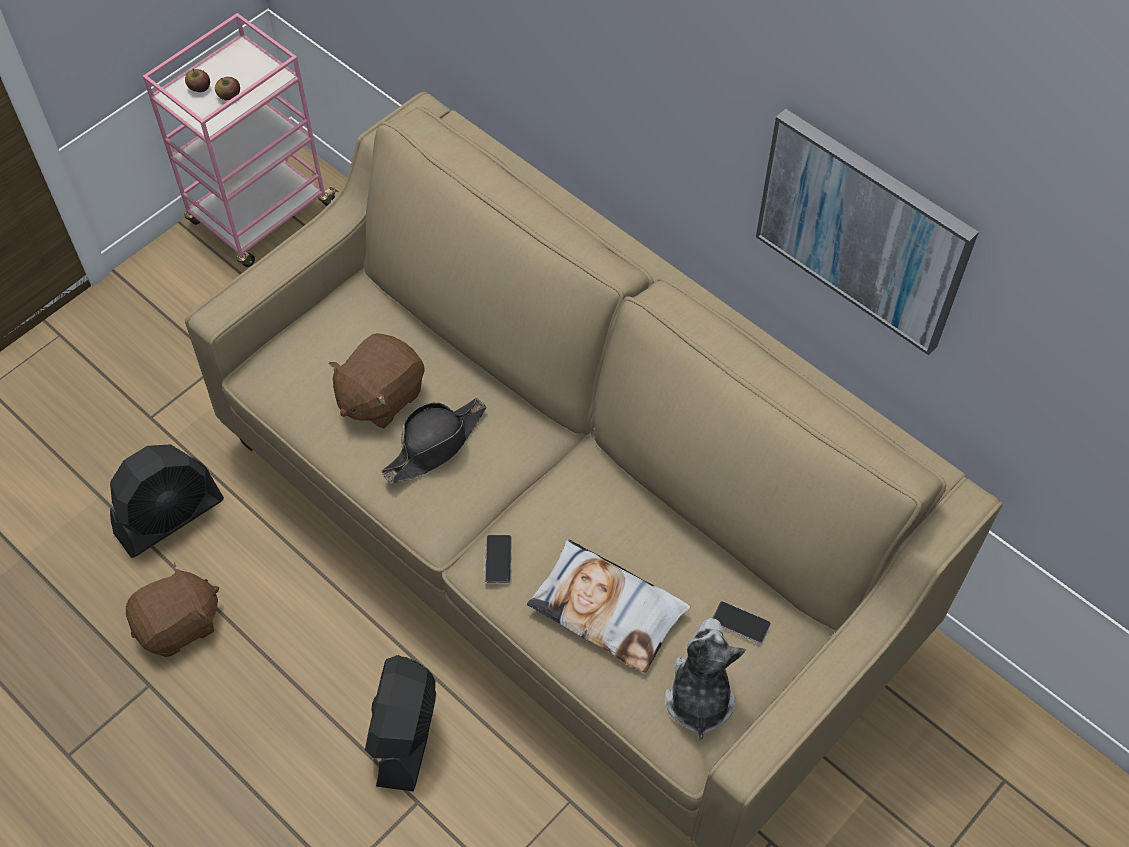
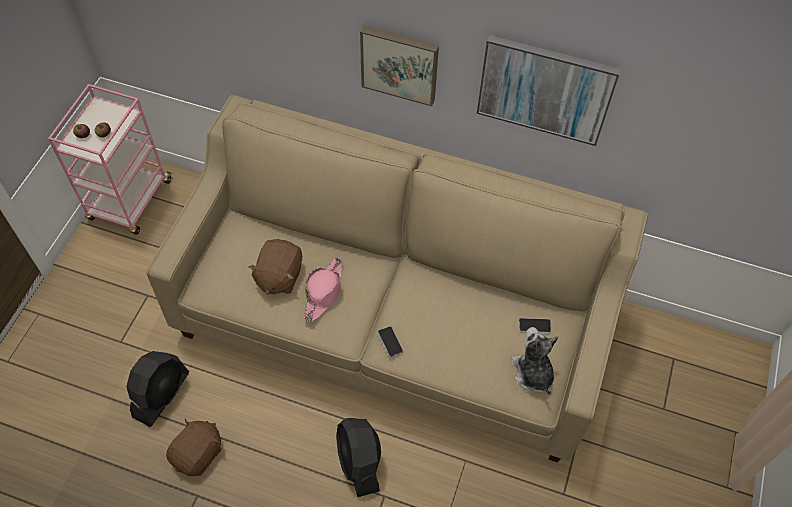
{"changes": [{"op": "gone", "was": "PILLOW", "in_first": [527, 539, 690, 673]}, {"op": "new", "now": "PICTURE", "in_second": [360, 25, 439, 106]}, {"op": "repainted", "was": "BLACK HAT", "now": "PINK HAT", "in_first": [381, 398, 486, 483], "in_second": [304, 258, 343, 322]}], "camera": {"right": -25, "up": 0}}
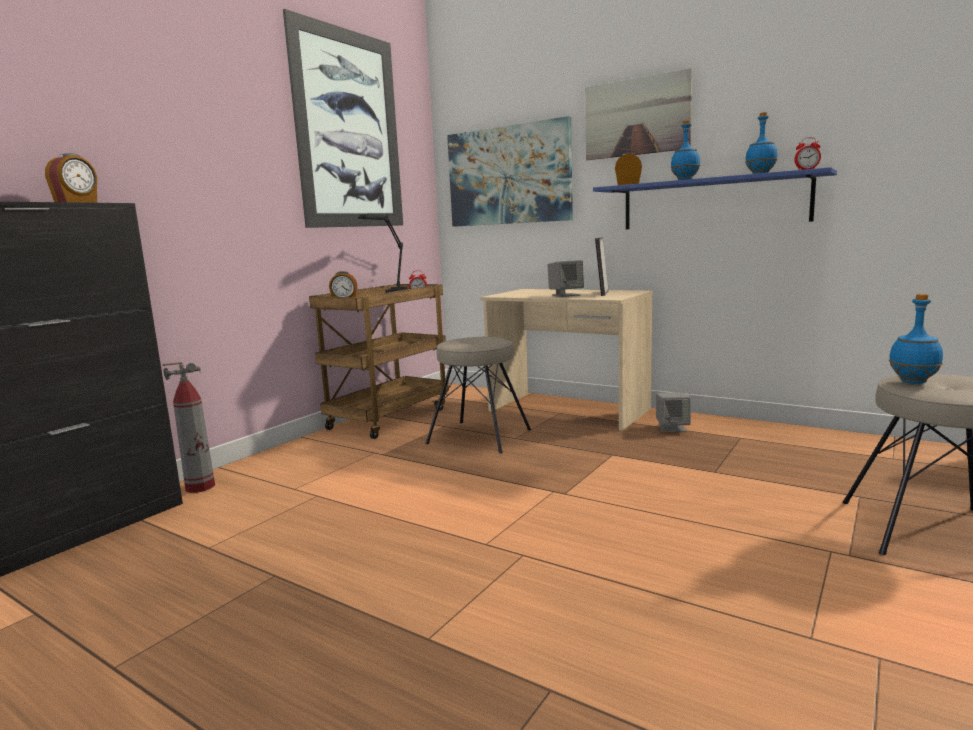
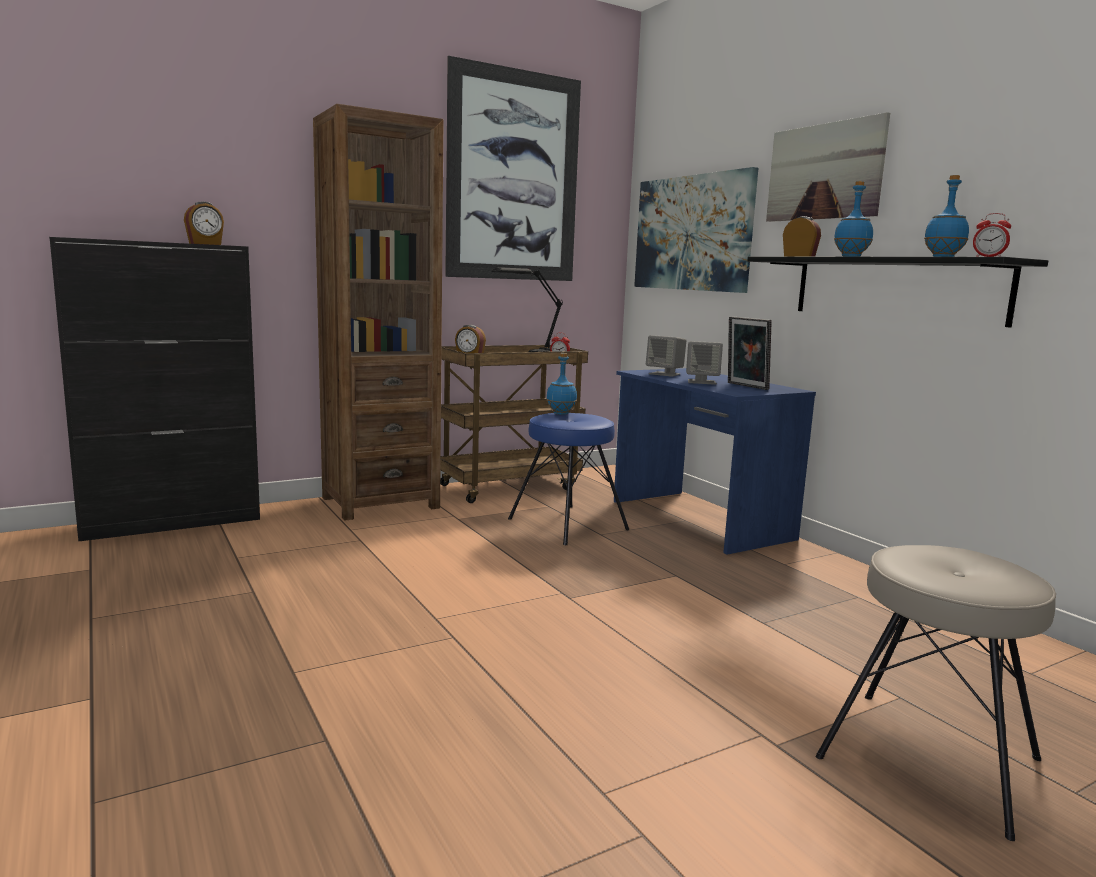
{"changes": [{"op": "gone", "was": "FIRE EXTINGUISHER", "in_first": [163, 362, 215, 493]}, {"op": "new", "now": "BROWN BOOKCASE", "in_second": [313, 104, 443, 521]}, {"op": "shifted", "was": "GREY SPEAKER", "in_first": [656, 392, 691, 432], "in_second": [646, 335, 687, 377]}, {"op": "shifted", "was": "BLUE BOTTLE", "in_first": [889, 294, 943, 384], "in_second": [546, 353, 577, 415]}, {"op": "repainted", "was": "BEIGE STOOL", "now": "BLUE STOOL", "in_first": [425, 337, 531, 453], "in_second": [508, 413, 629, 545]}, {"op": "repainted", "was": "BEIGE DESK", "now": "BLUE DESK", "in_first": [480, 289, 653, 431], "in_second": [614, 368, 816, 555]}, {"op": "repainted", "was": "BLUE SHELF", "now": "BLACK SHELF", "in_first": [593, 167, 837, 229], "in_second": [748, 257, 1048, 327]}, {"op": "rotated", "was": "PICTURE FRAME", "in_first": [595, 237, 609, 296], "in_second": [728, 316, 772, 390], "clockwise": -75}], "camera": {"right": 25, "up": 0}}
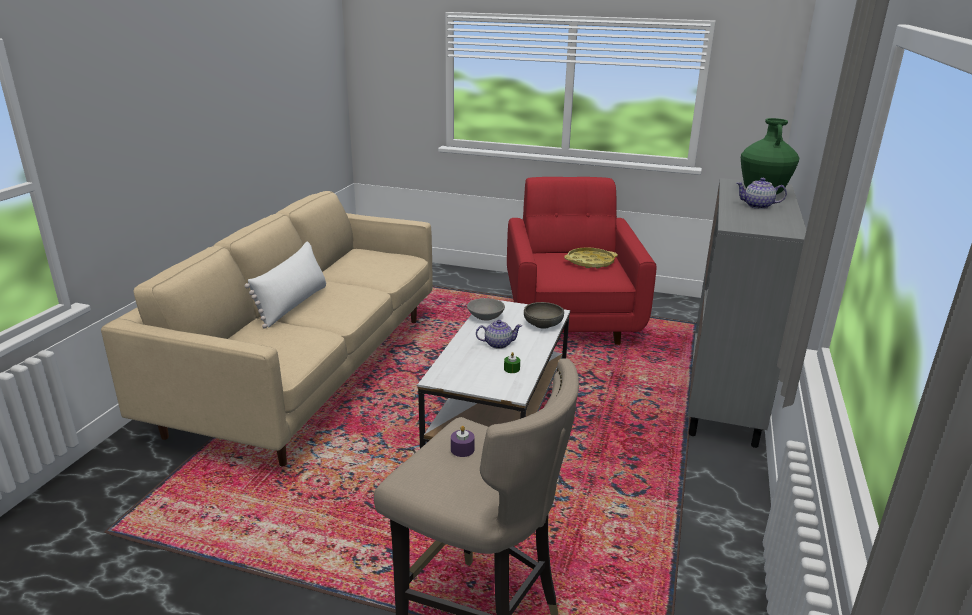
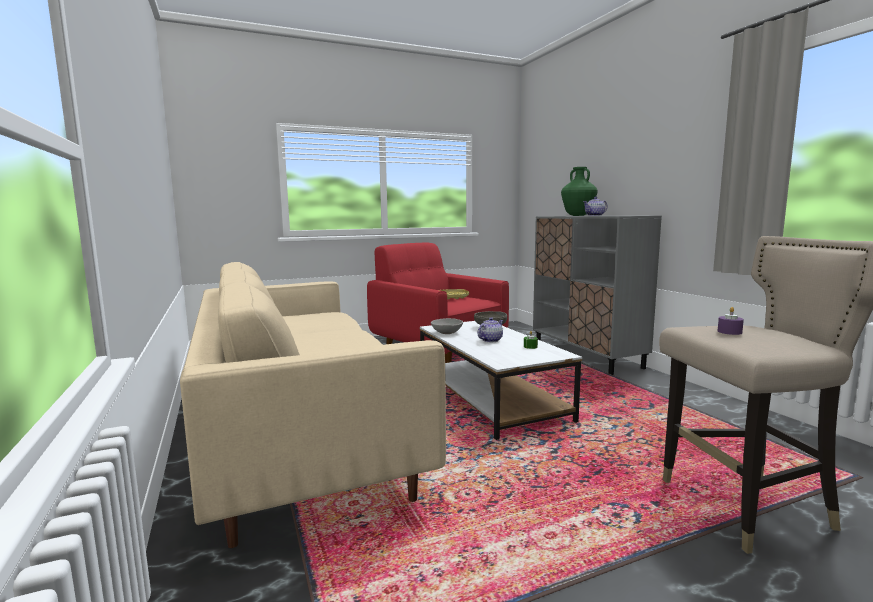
{"changes": [{"op": "gone", "was": "WHITE PILLOW", "in_first": [245, 241, 326, 329]}], "camera": {"right": -40, "up": -15}}
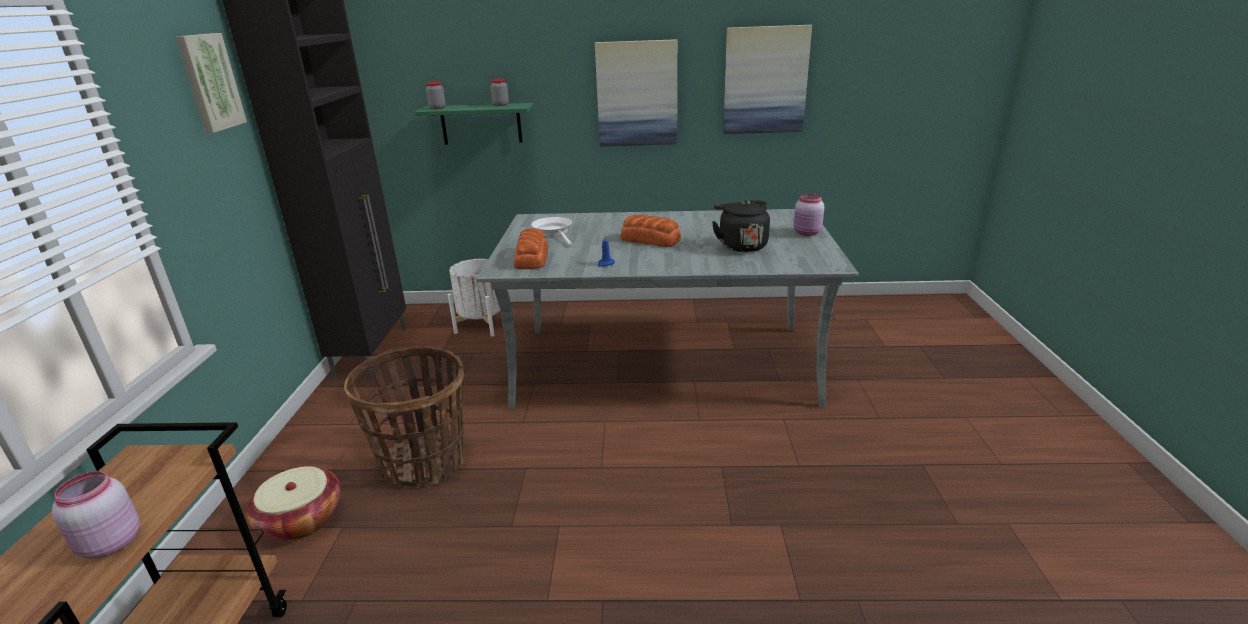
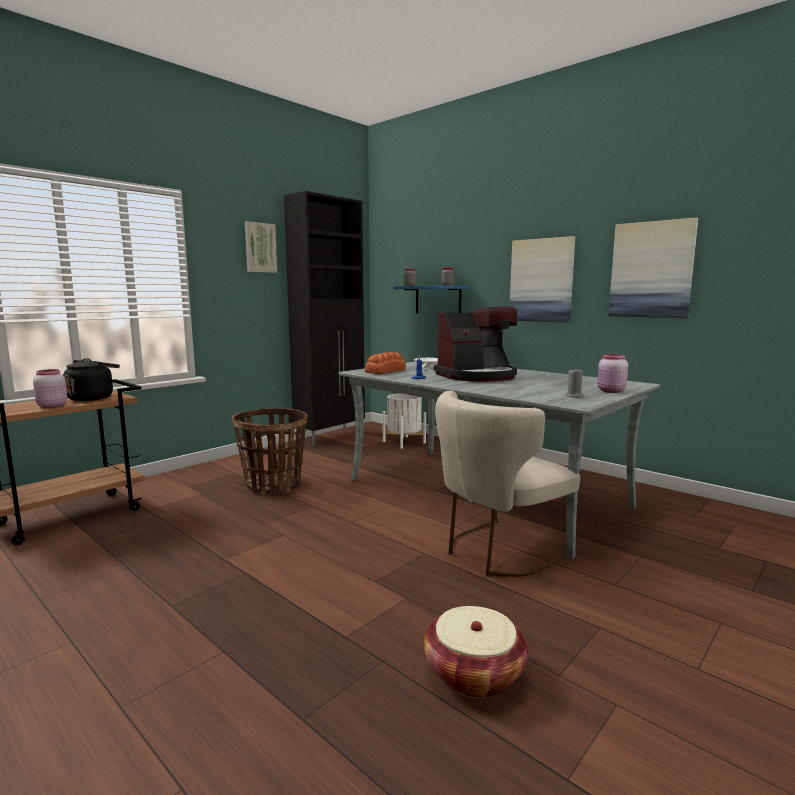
{"changes": [{"op": "new", "now": "BEIGE CHAIR", "in_second": [435, 391, 580, 577]}, {"op": "new", "now": "GREY CANDLE", "in_second": [565, 370, 584, 398]}, {"op": "shifted", "was": "BASKET", "in_first": [246, 466, 341, 541], "in_second": [424, 606, 529, 698]}, {"op": "shifted", "was": "BLACK KETTLE", "in_first": [712, 200, 770, 252], "in_second": [63, 358, 120, 401]}, {"op": "swapped", "was": "BREAD", "now": "COFFEE MACHINE", "in_first": [620, 215, 681, 247], "in_second": [434, 306, 517, 382]}, {"op": "repainted", "was": "GREEN SHELF", "now": "BLUE SHELF", "in_first": [414, 103, 533, 145], "in_second": [394, 286, 470, 313]}], "camera": {"right": 40, "up": -15}}
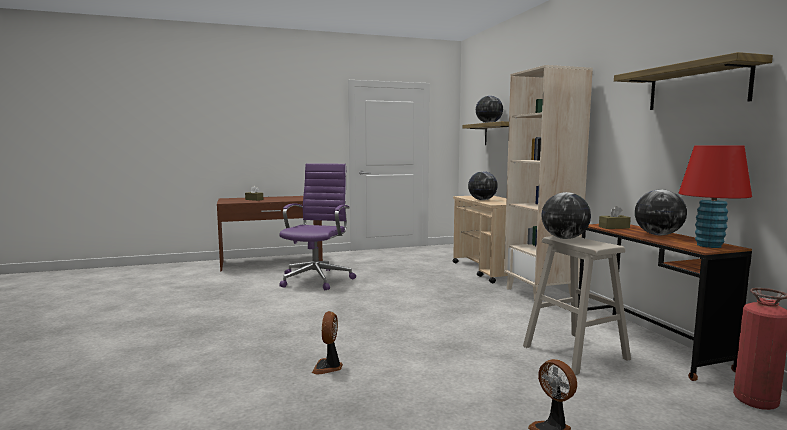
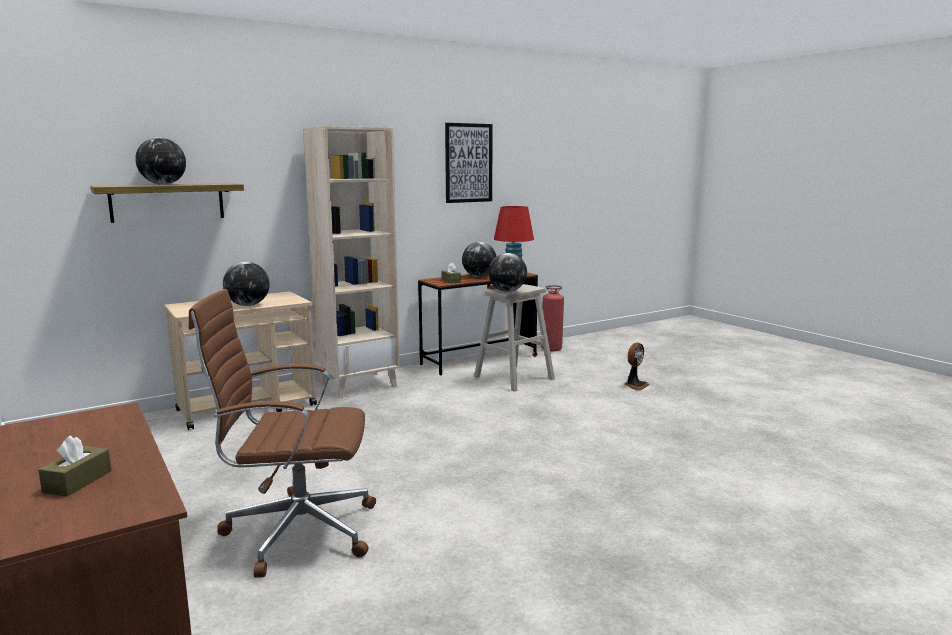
{"changes": [{"op": "gone", "was": "FAN", "in_first": [312, 311, 343, 374]}, {"op": "swapped", "was": "SHELF", "now": "PICTURE", "in_first": [614, 52, 773, 110], "in_second": [445, 123, 493, 203]}, {"op": "repainted", "was": "PURPLE OFFICE CHAIR", "now": "BROWN OFFICE CHAIR", "in_first": [279, 163, 356, 290], "in_second": [189, 289, 376, 578]}], "camera": {"right": -105, "up": 5}}
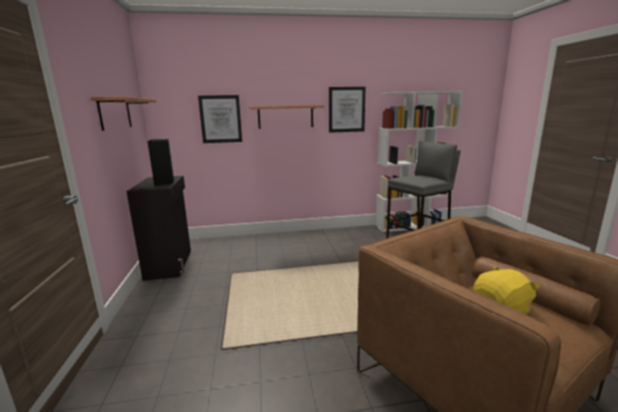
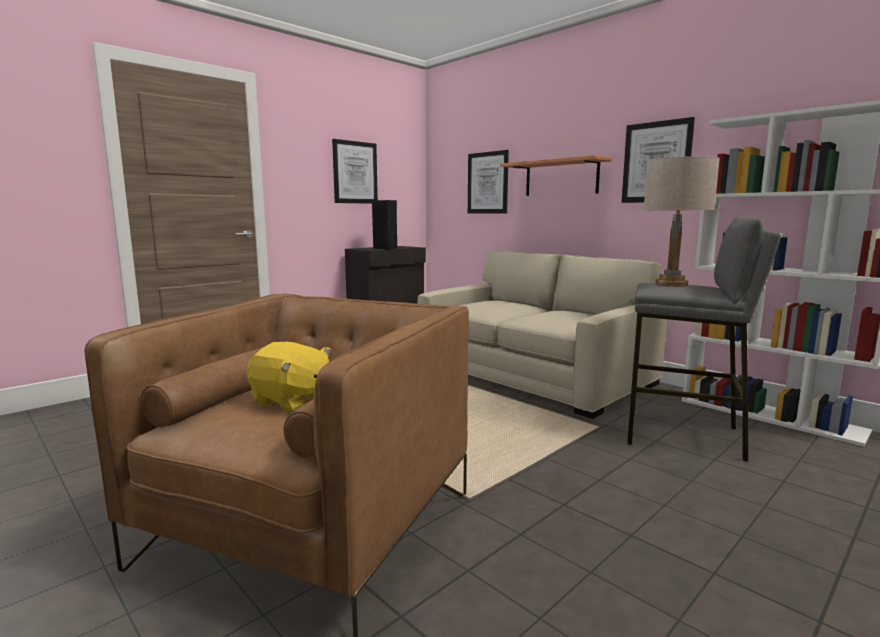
{"changes": [{"op": "new", "now": "BEIGE SOFA", "in_second": [418, 251, 667, 419]}, {"op": "new", "now": "BEIGE TABLE LAMP", "in_second": [644, 156, 720, 287]}, {"op": "swapped", "was": "SHELF", "now": "PICTURE", "in_first": [90, 97, 156, 131], "in_second": [332, 139, 378, 204]}], "camera": {"right": 55, "up": -5}}
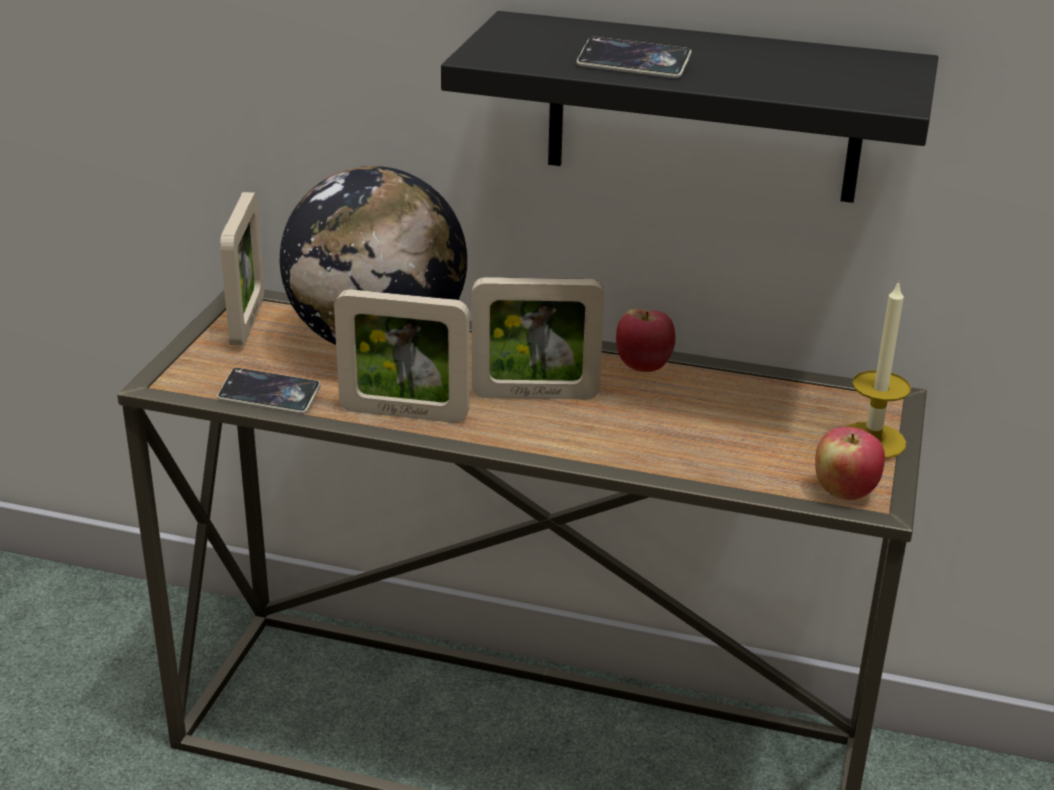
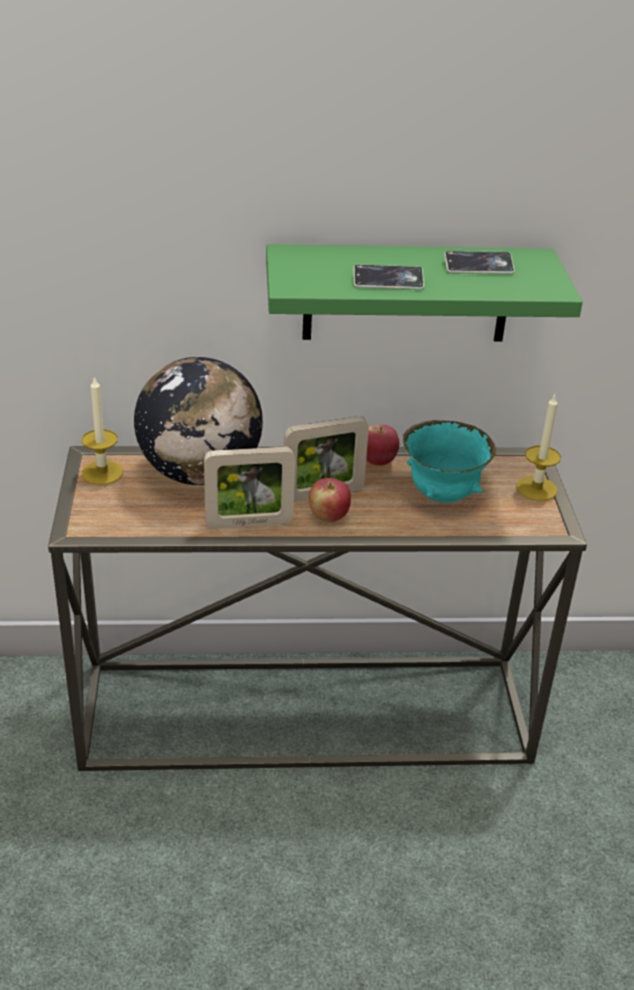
{"changes": [{"op": "new", "now": "TURQUOISE BOWL", "in_second": [403, 420, 496, 503]}, {"op": "shifted", "was": "PHONE", "in_first": [217, 368, 321, 414], "in_second": [444, 251, 515, 274]}, {"op": "shifted", "was": "APPLE", "in_first": [815, 427, 885, 500], "in_second": [309, 478, 351, 522]}, {"op": "swapped", "was": "PICTURE FRAME", "now": "CANDLE", "in_first": [220, 192, 264, 346], "in_second": [82, 376, 123, 485]}, {"op": "repainted", "was": "BLACK SHELF", "now": "GREEN SHELF", "in_first": [441, 11, 938, 203], "in_second": [266, 244, 583, 342]}], "camera": {"right": -20, "up": 5}}
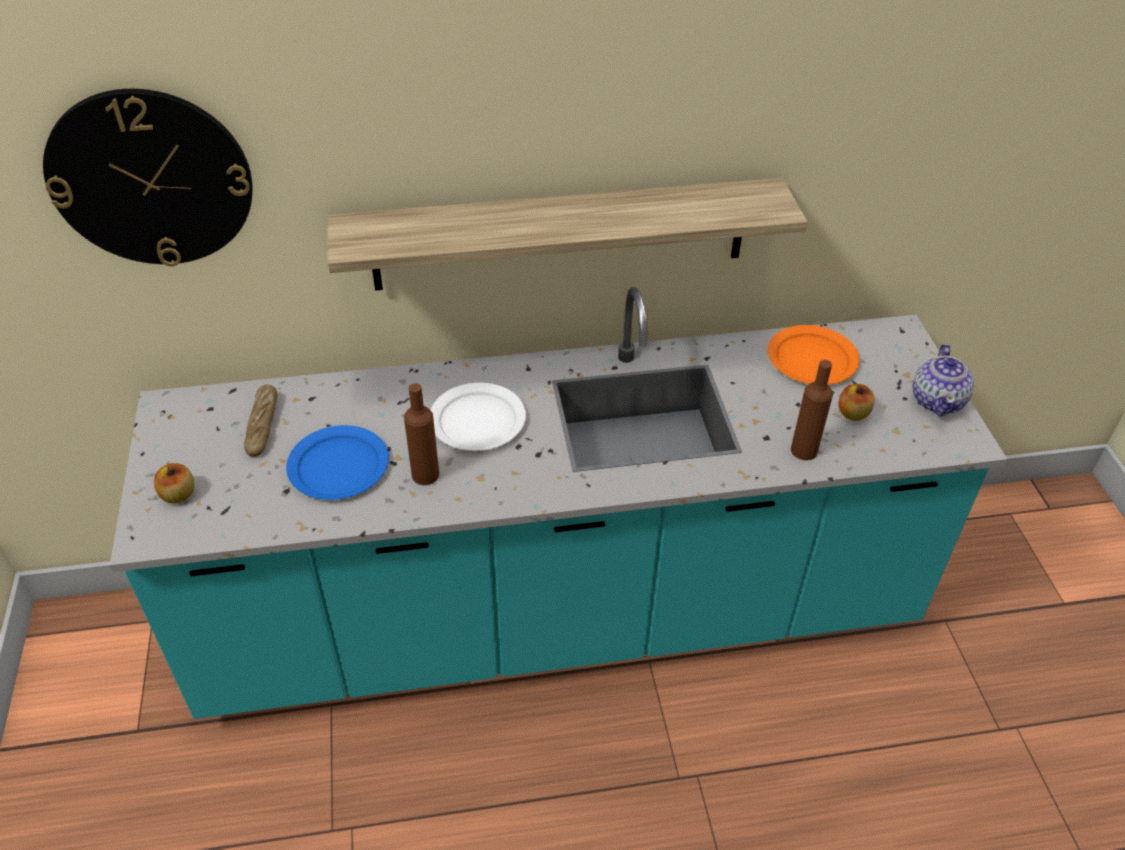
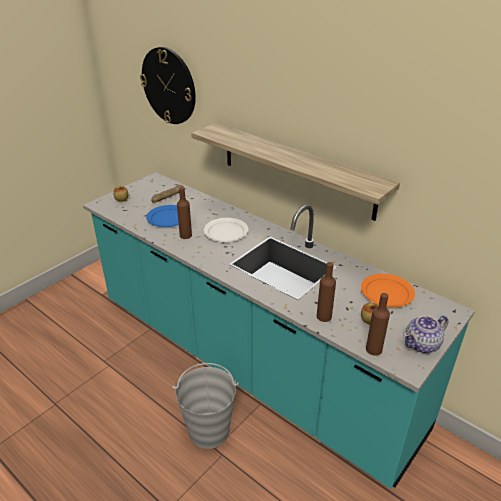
{"changes": [{"op": "new", "now": "GREY BUCKET", "in_second": [172, 363, 239, 449]}, {"op": "new", "now": "BROWN BOTTLE", "in_second": [366, 293, 390, 356]}], "camera": {"right": 50, "up": -10}}
